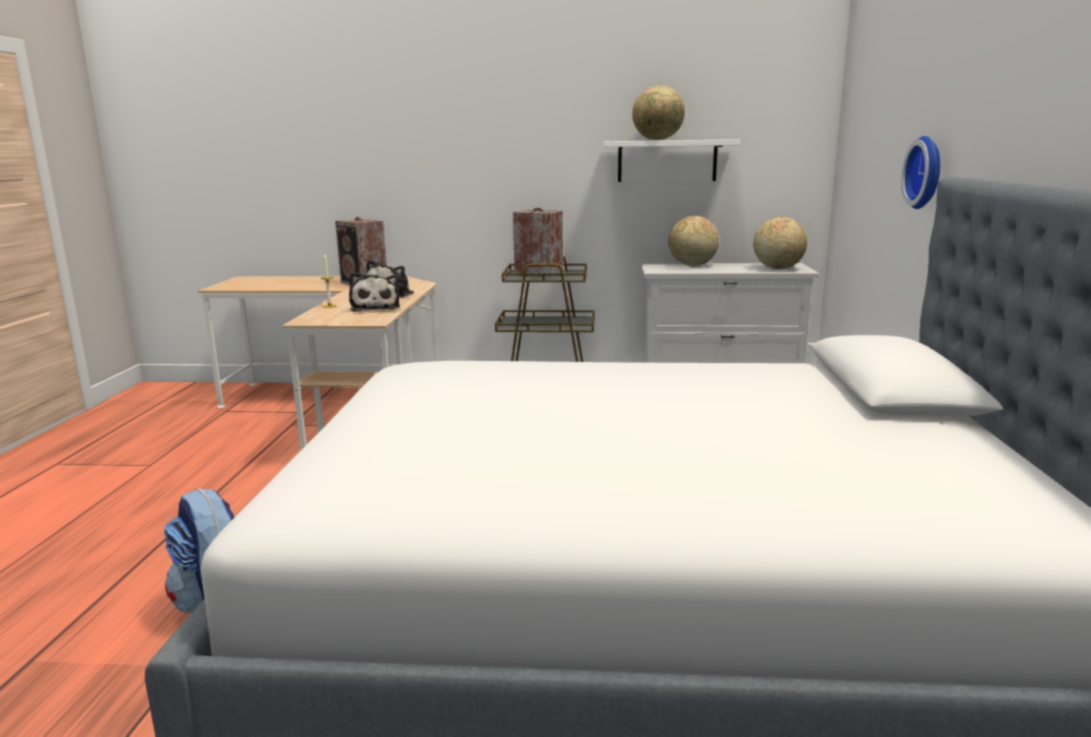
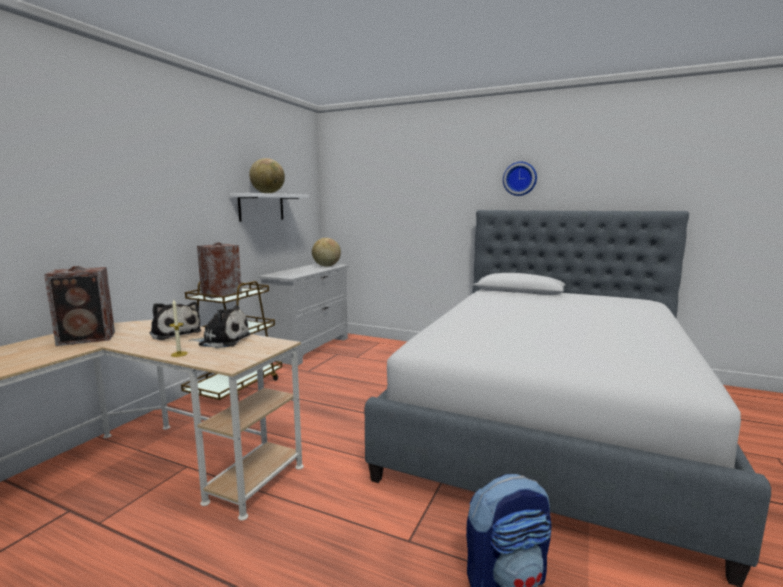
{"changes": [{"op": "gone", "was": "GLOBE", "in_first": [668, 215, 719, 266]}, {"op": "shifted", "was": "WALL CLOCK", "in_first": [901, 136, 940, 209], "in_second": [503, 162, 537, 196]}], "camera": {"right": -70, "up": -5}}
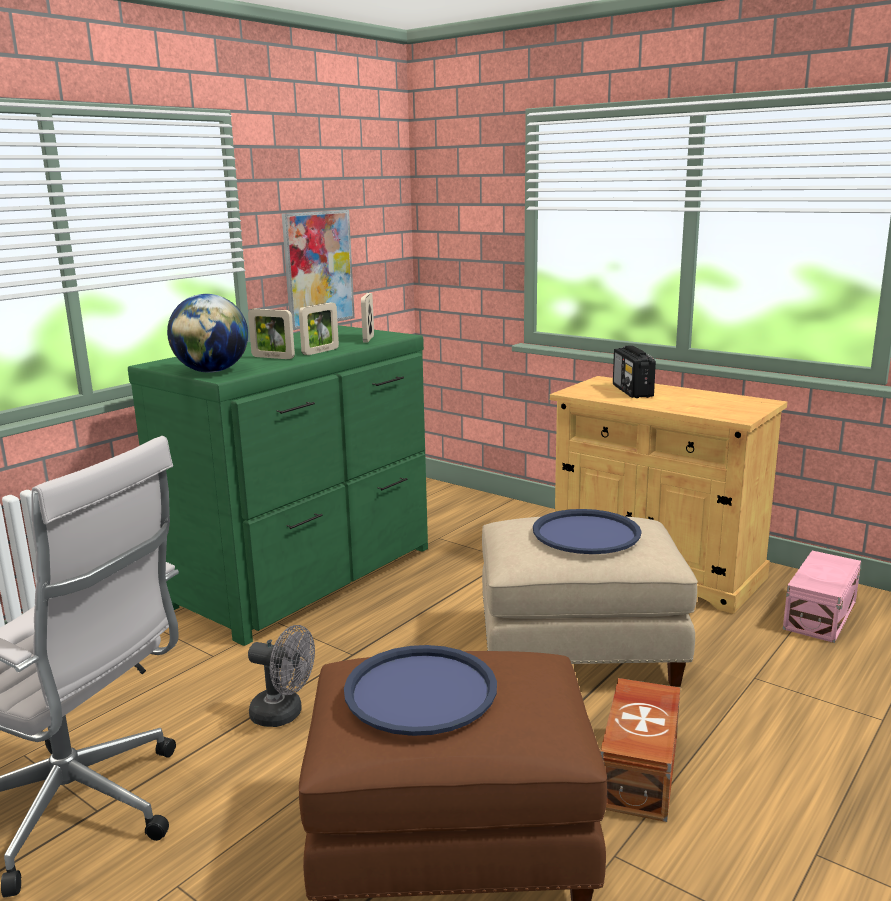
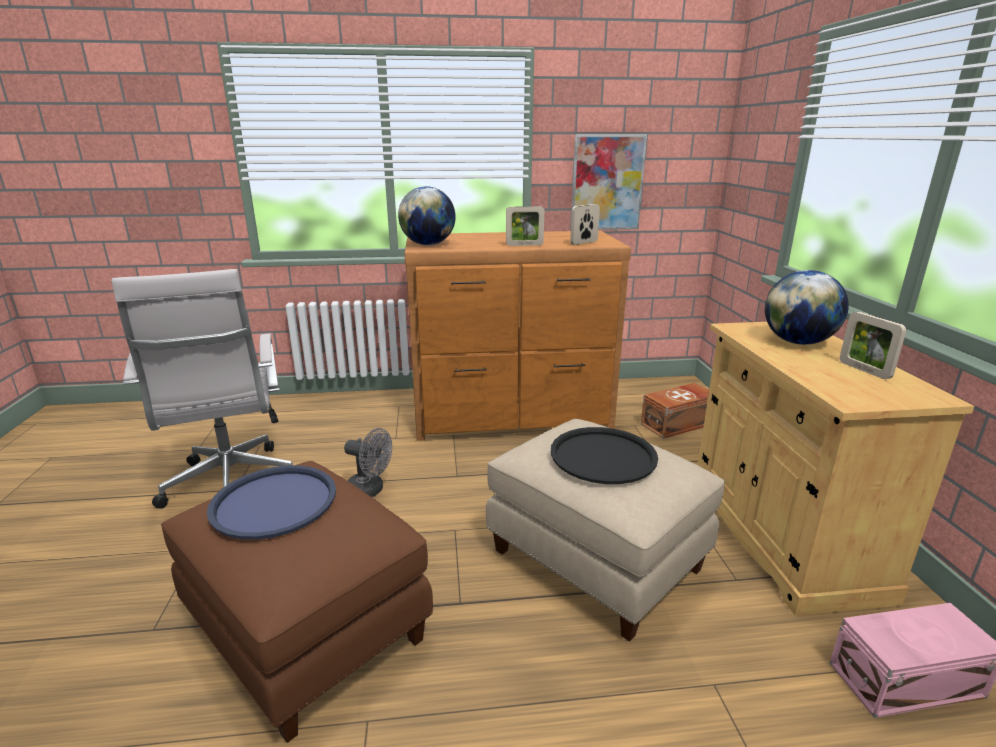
{"changes": [{"op": "shifted", "was": "PICTURE FRAME", "in_first": [248, 309, 295, 359], "in_second": [840, 312, 906, 379]}, {"op": "shifted", "was": "BROWN STORAGE BOX", "in_first": [600, 678, 680, 822], "in_second": [641, 383, 709, 439]}, {"op": "swapped", "was": "RADIO", "now": "GLOBE", "in_first": [613, 345, 656, 398], "in_second": [765, 270, 849, 345]}, {"op": "repainted", "was": "GREEN DRESSER", "now": "BROWN DRESSER", "in_first": [128, 325, 428, 646], "in_second": [404, 231, 631, 441]}, {"op": "repainted", "was": "BLUE TRAY", "now": "BLACK TRAY", "in_first": [533, 509, 642, 554], "in_second": [551, 427, 658, 484]}, {"op": "rotated", "was": "GREY FAN", "in_first": [248, 625, 315, 727], "in_second": [344, 428, 392, 497], "clockwise": -45}], "camera": {"right": 45, "up": 5}}
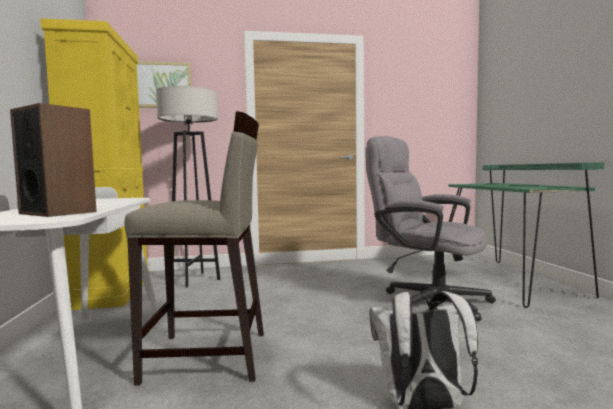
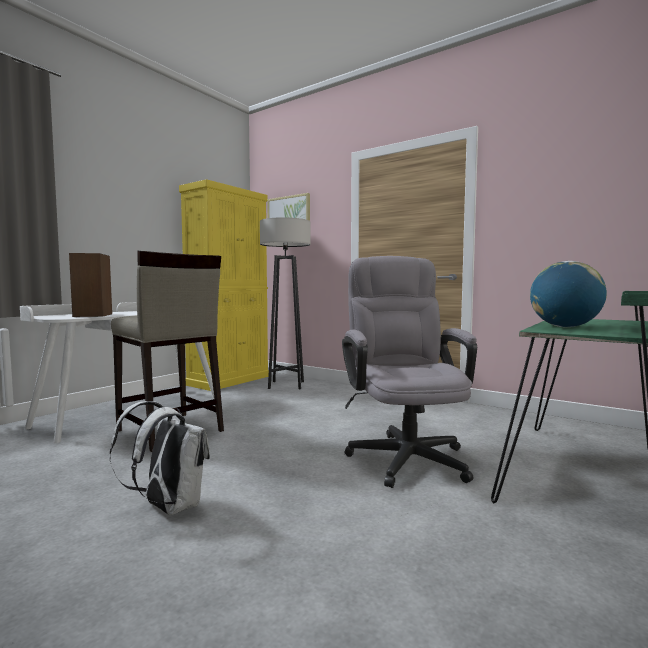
{"changes": [{"op": "new", "now": "GLOBE", "in_second": [530, 261, 607, 327]}], "camera": {"right": 45, "up": 0}}
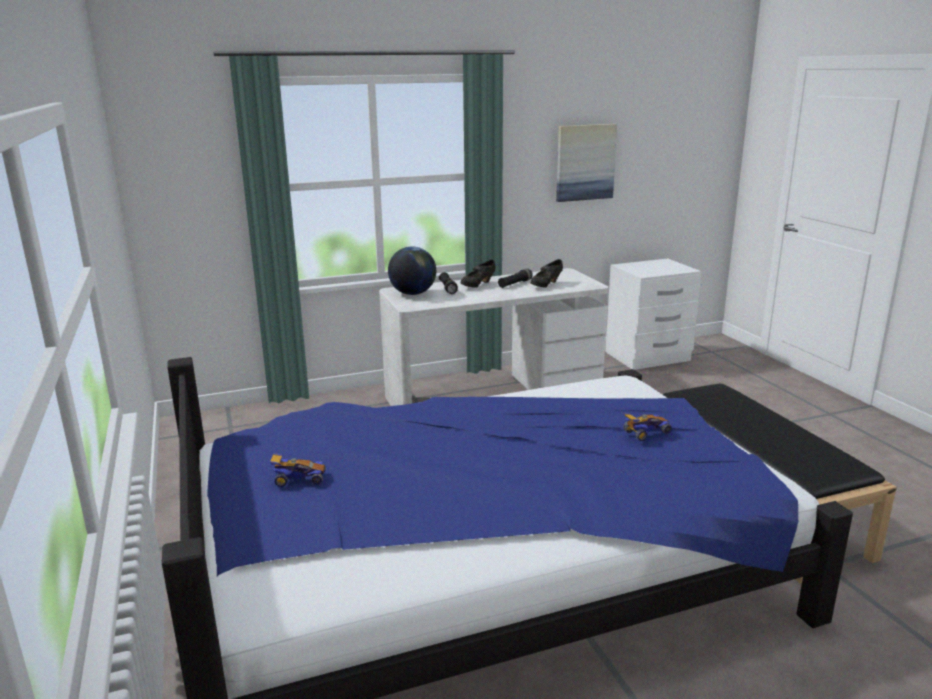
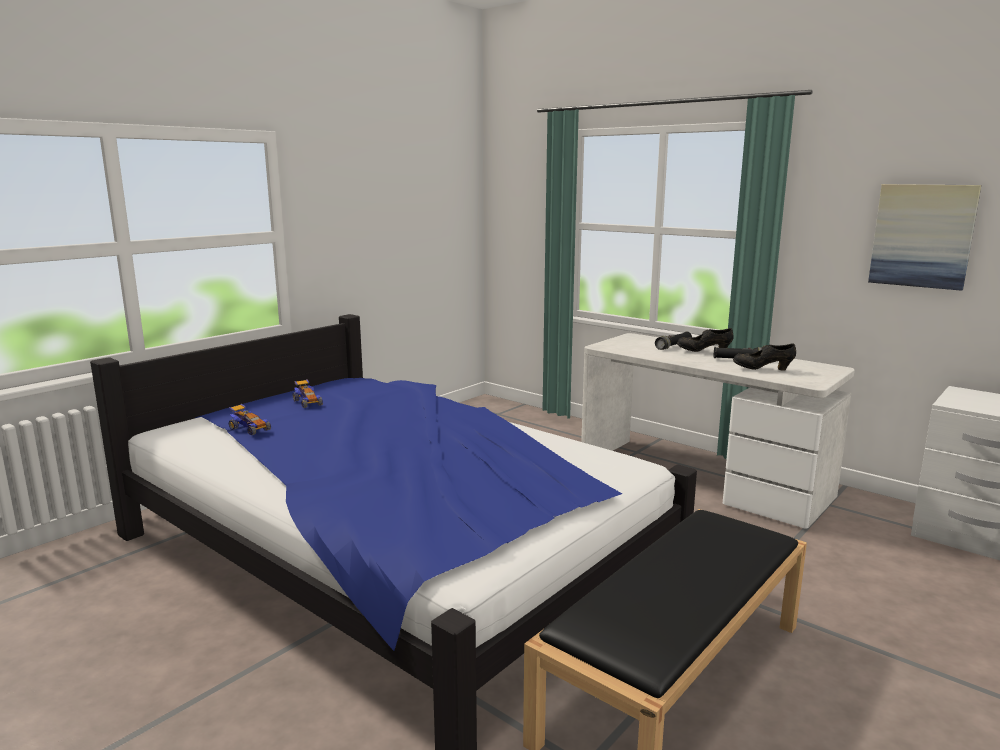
{"changes": [{"op": "gone", "was": "GLOBE", "in_first": [388, 246, 436, 295]}, {"op": "shifted", "was": "TOY CAR", "in_first": [623, 413, 672, 441], "in_second": [229, 404, 271, 435]}], "camera": {"right": 60, "up": -5}}
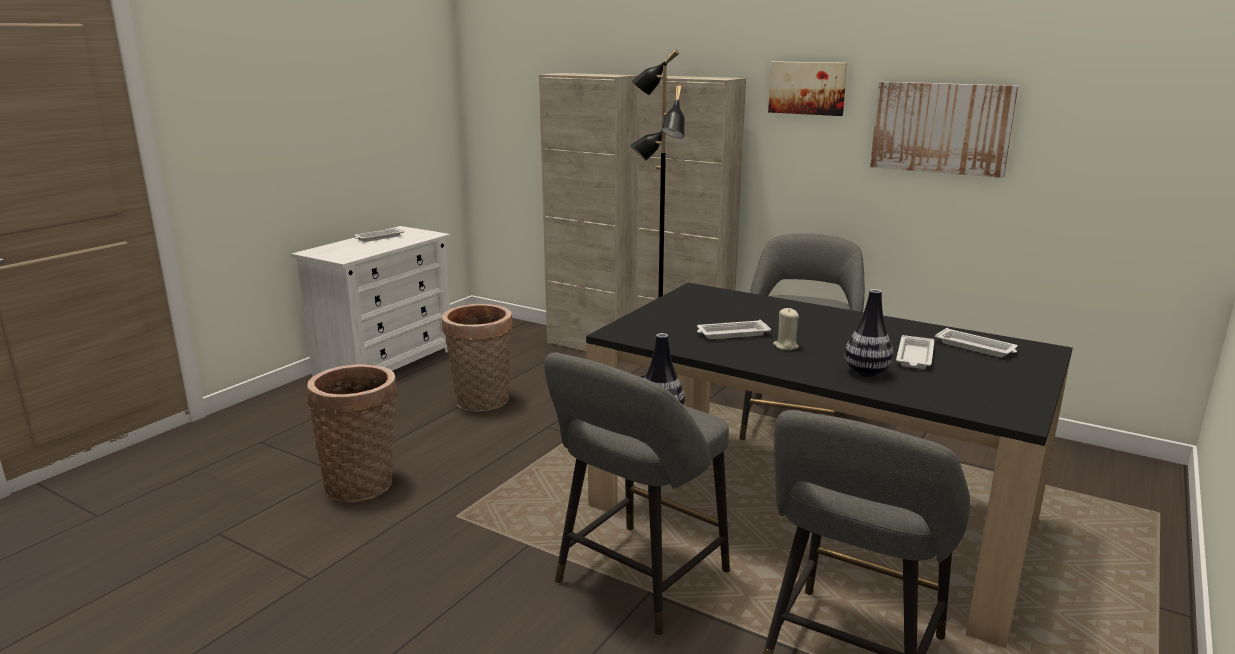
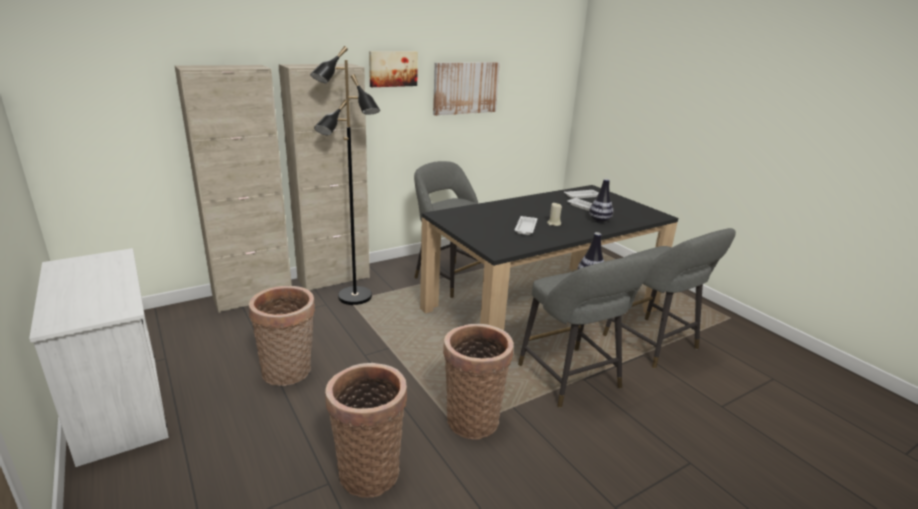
{"changes": [{"op": "gone", "was": "WHITE TRAY", "in_first": [354, 228, 404, 242]}, {"op": "new", "now": "BASKET", "in_second": [443, 324, 513, 440]}], "camera": {"right": -65, "up": 5}}
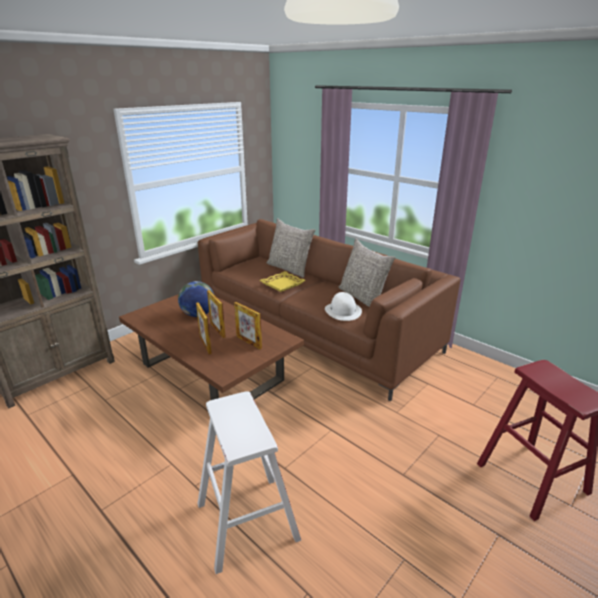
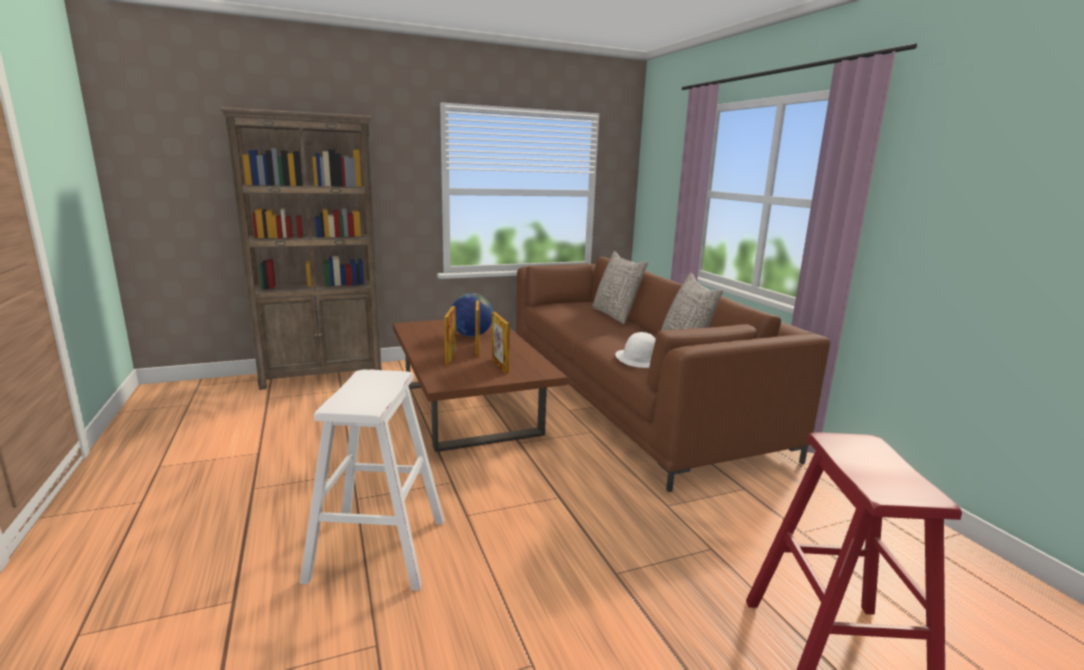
{"changes": [{"op": "gone", "was": "YELLOW TRAY", "in_first": [260, 271, 305, 292]}], "camera": {"right": 25, "up": -10}}
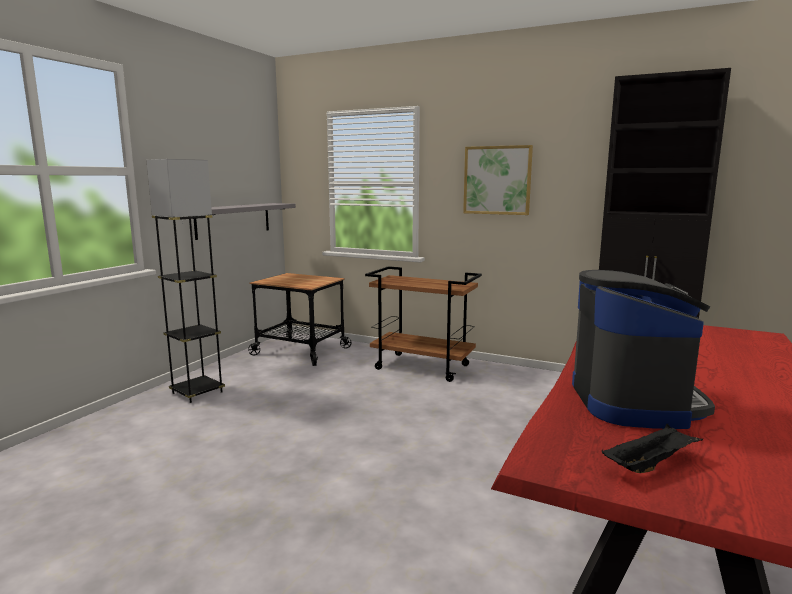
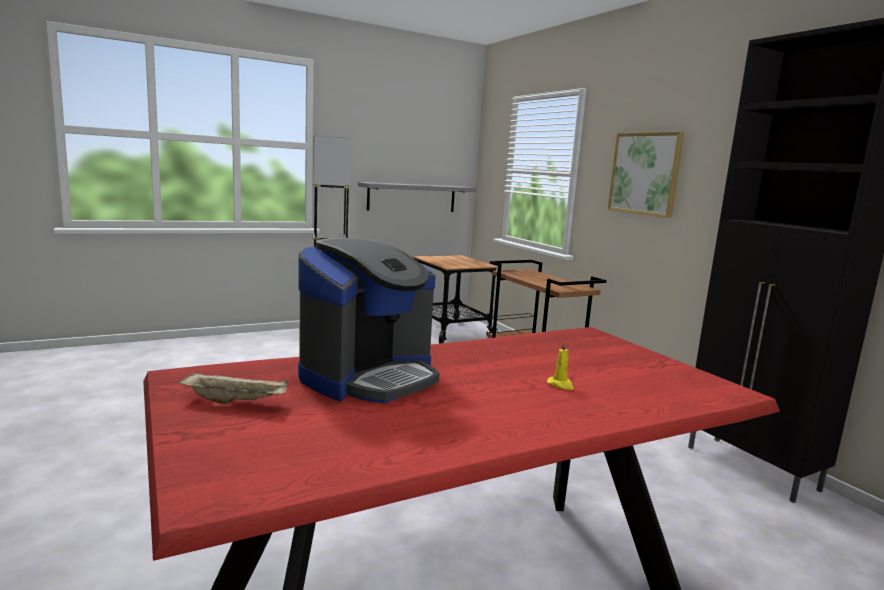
{"changes": [{"op": "new", "now": "YELLOW CANDLE", "in_second": [547, 341, 574, 390]}, {"op": "repainted", "was": "BLACK TRAY", "now": "BEIGE TRAY", "in_first": [602, 424, 703, 473], "in_second": [179, 372, 288, 404]}], "camera": {"right": 35, "up": 0}}
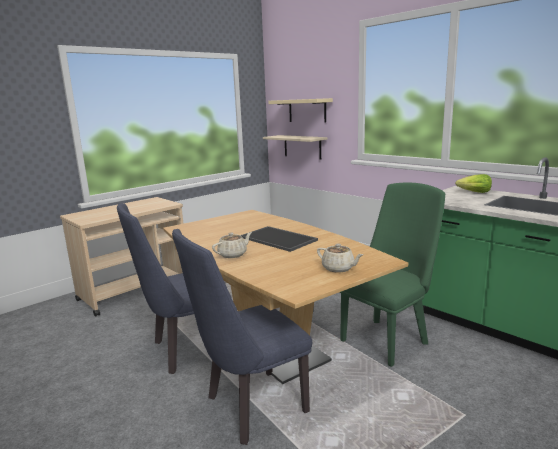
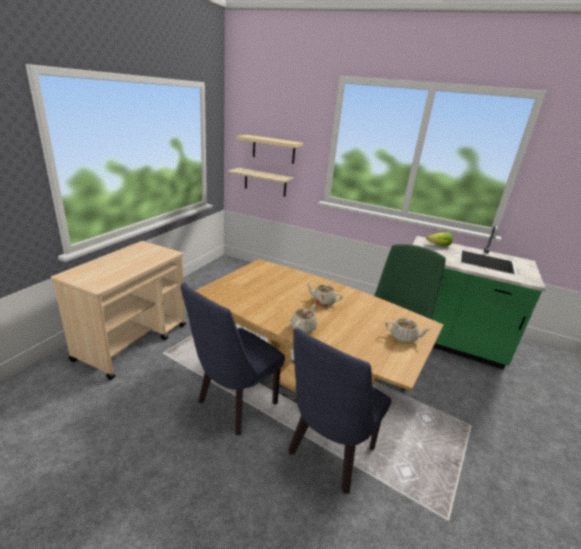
{"changes": [{"op": "swapped", "was": "TRAY", "now": "BEIGE TEAPOT", "in_first": [240, 226, 318, 252], "in_second": [306, 284, 343, 306]}], "camera": {"right": -25, "up": 10}}
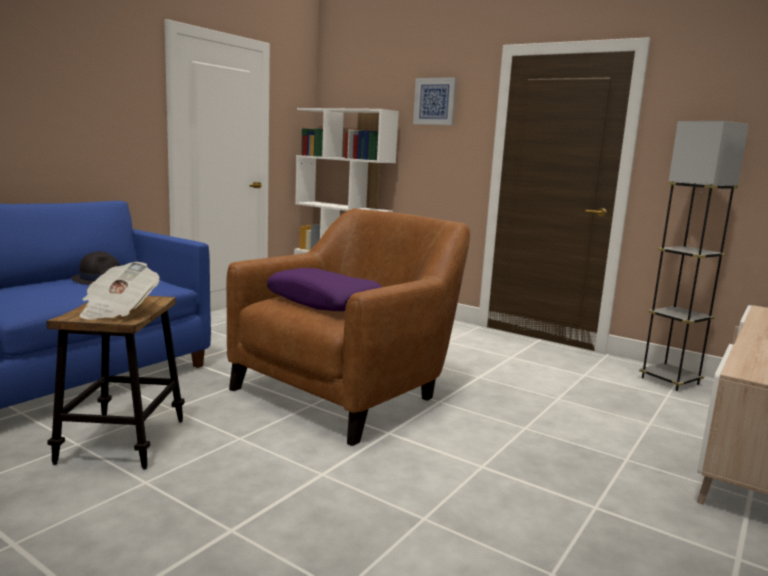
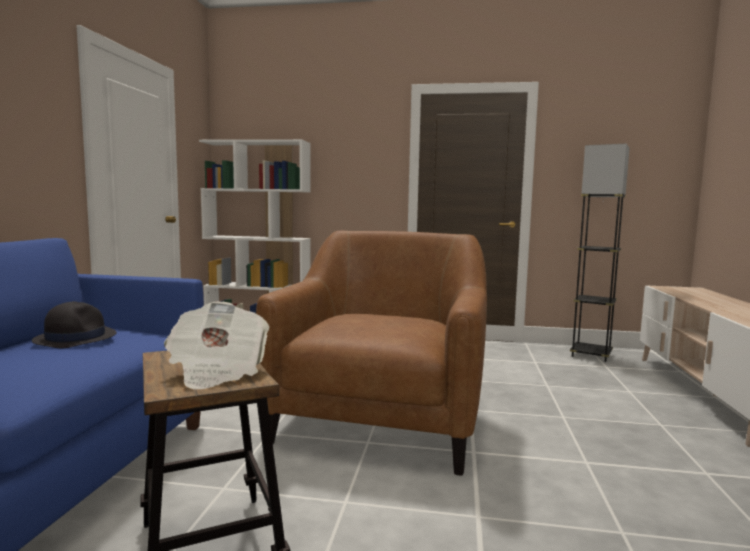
{"changes": [{"op": "gone", "was": "PURPLE PILLOW", "in_first": [267, 268, 382, 311]}, {"op": "gone", "was": "PICTURE", "in_first": [413, 77, 457, 125]}], "camera": {"right": -25, "up": -5}}
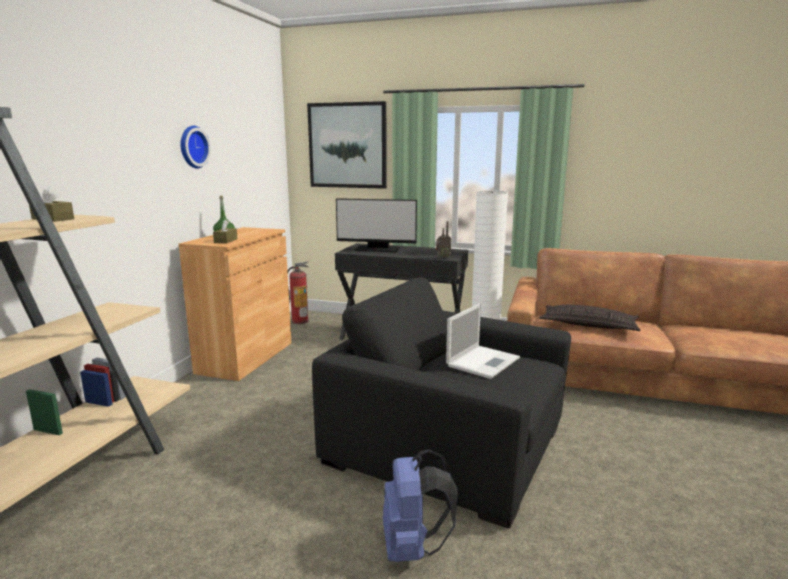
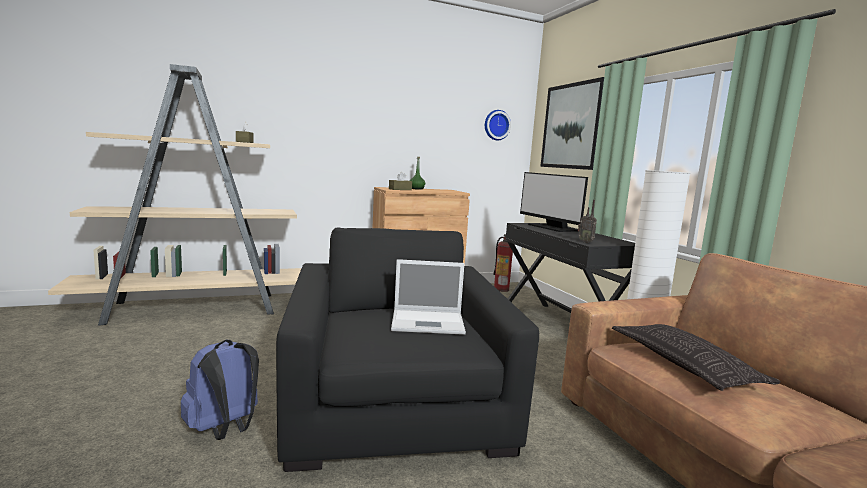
{"changes": [{"op": "shifted", "was": "WALL CLOCK", "in_first": [180, 126, 211, 169], "in_second": [485, 110, 511, 140]}], "camera": {"right": 50, "up": -5}}
